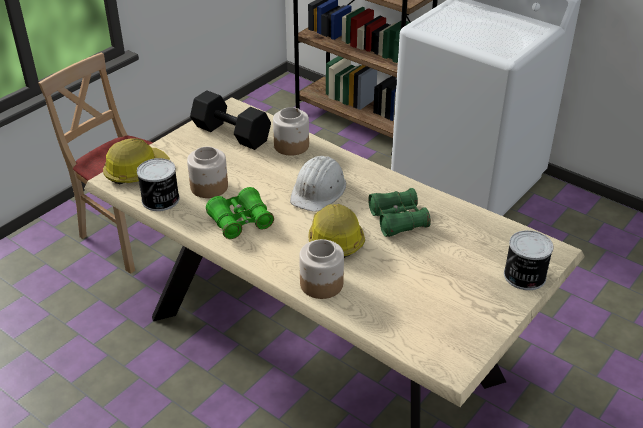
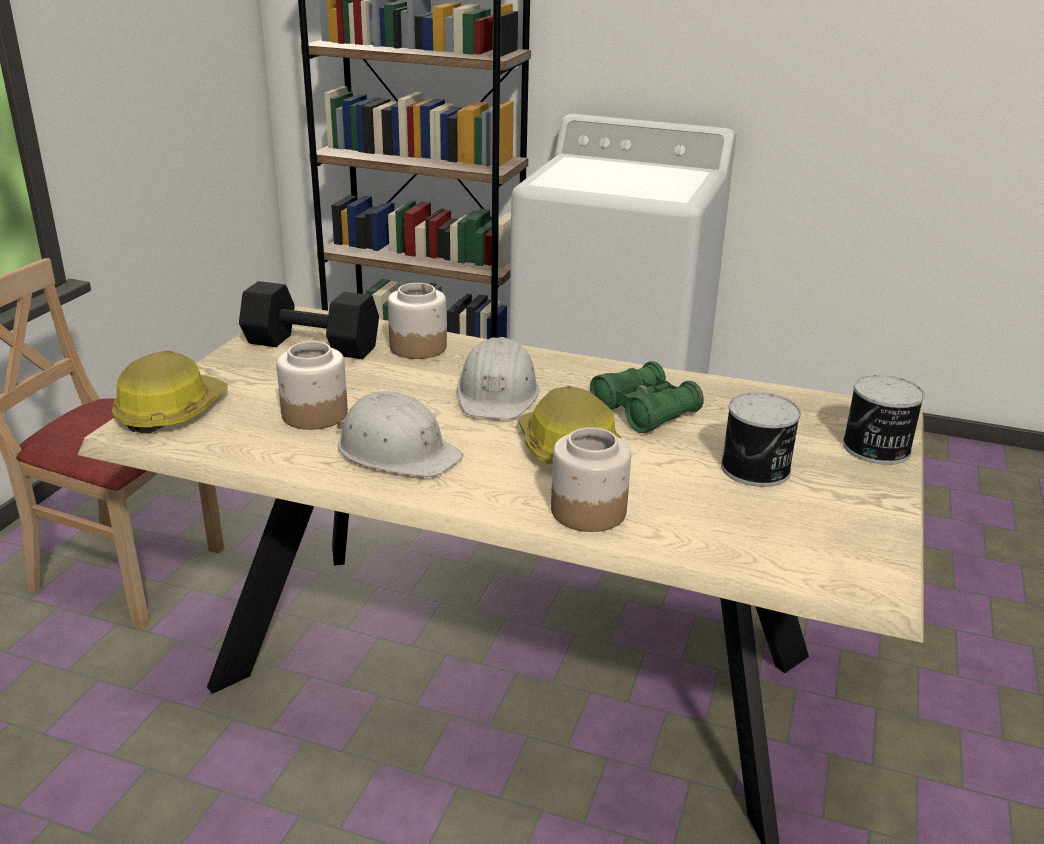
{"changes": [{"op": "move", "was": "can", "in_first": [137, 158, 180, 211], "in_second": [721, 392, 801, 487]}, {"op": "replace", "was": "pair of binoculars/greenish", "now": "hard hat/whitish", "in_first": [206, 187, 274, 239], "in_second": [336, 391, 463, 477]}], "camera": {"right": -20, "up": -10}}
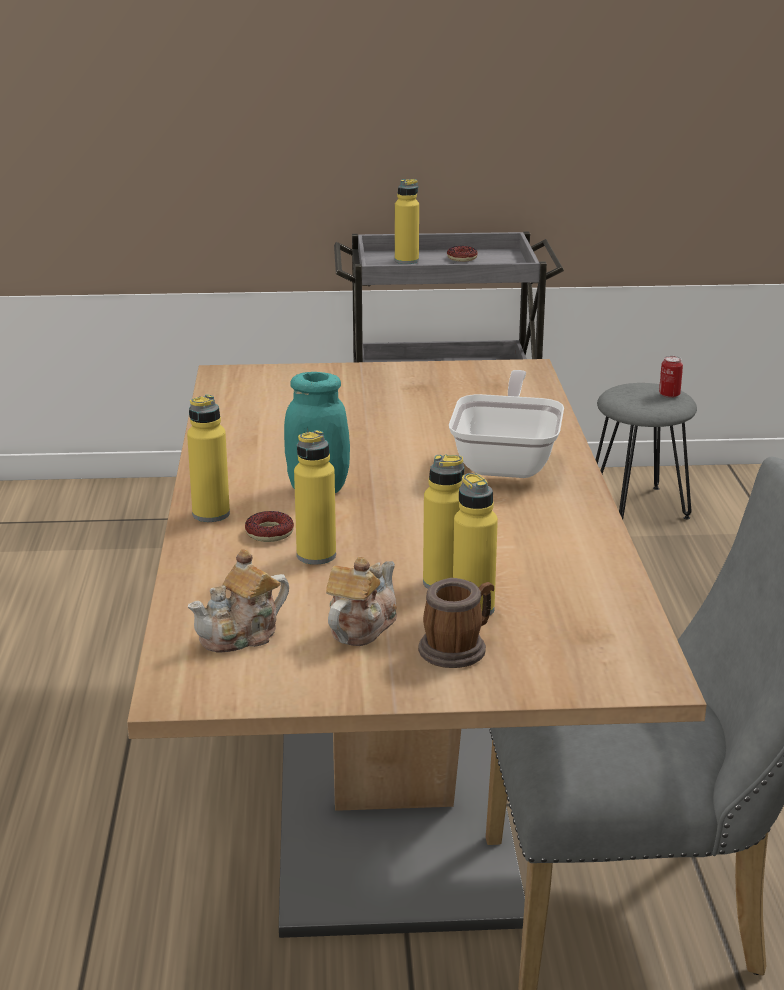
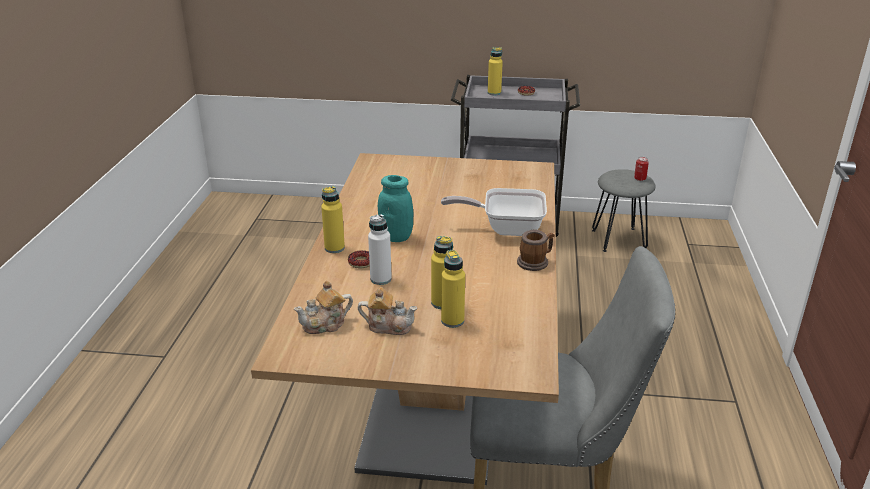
{"changes": [{"op": "rotate", "was": "skillet", "in_first": [449, 370, 564, 478], "in_second": [441, 188, 547, 236], "clockwise": -105}, {"op": "recolor", "was": "drink bottle/yellowish", "now": "drink bottle/whitish", "in_first": [294, 430, 336, 565], "in_second": [368, 214, 392, 285]}, {"op": "rotate", "was": "tea pot", "in_first": [326, 557, 397, 646], "in_second": [358, 287, 417, 335], "clockwise": 60}, {"op": "move", "was": "mug", "in_first": [418, 578, 494, 668], "in_second": [517, 229, 555, 271]}], "camera": {"right": 10, "up": 5}}
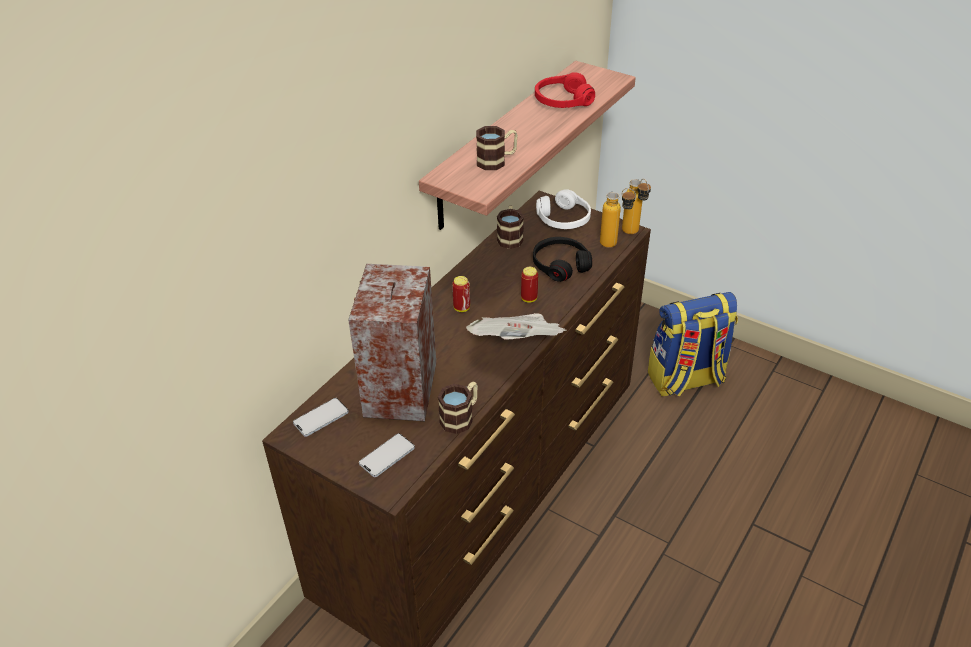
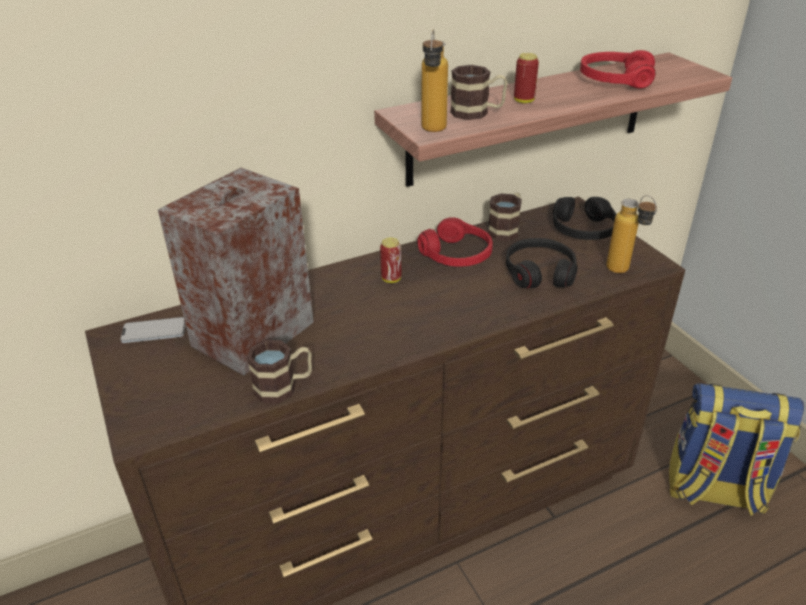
{"changes": [{"op": "move", "was": "drink bottle", "in_first": [622, 179, 651, 234], "in_second": [421, 30, 448, 132]}, {"op": "recolor", "was": "headset/whitish", "now": "headset/black", "in_first": [536, 189, 591, 229], "in_second": [553, 197, 616, 240]}, {"op": "move", "was": "can", "in_first": [521, 267, 538, 303], "in_second": [514, 53, 539, 104]}, {"op": "delete", "was": "newspaper", "in_first": [466, 313, 567, 340]}, {"op": "delete", "was": "handset", "in_first": [359, 433, 415, 477]}, {"op": "insert", "now": "headset/red-coloured", "in_second": [417, 217, 493, 267]}], "camera": {"right": 30, "up": -5}}
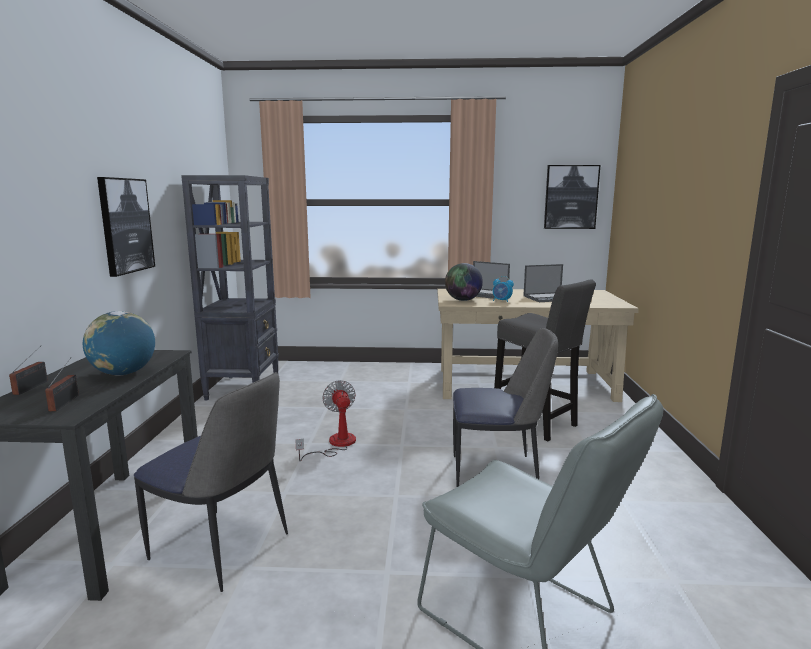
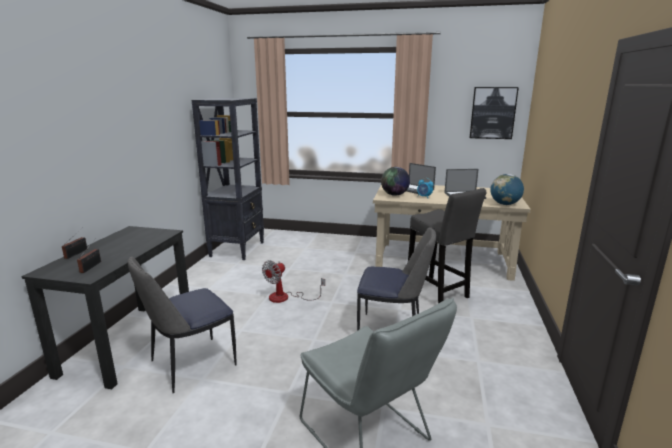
{"changes": [{"op": "delete", "was": "picture", "in_first": [97, 177, 155, 277]}, {"op": "move", "was": "world globe", "in_first": [83, 311, 155, 376], "in_second": [490, 174, 524, 205]}, {"op": "rotate", "was": "chair", "in_first": [134, 372, 288, 592], "in_second": [128, 256, 236, 393], "clockwise": 105}, {"op": "rotate", "was": "electric fan", "in_first": [295, 380, 356, 461], "in_second": [262, 260, 325, 303], "clockwise": -135}], "camera": {"right": 10, "up": 5}}
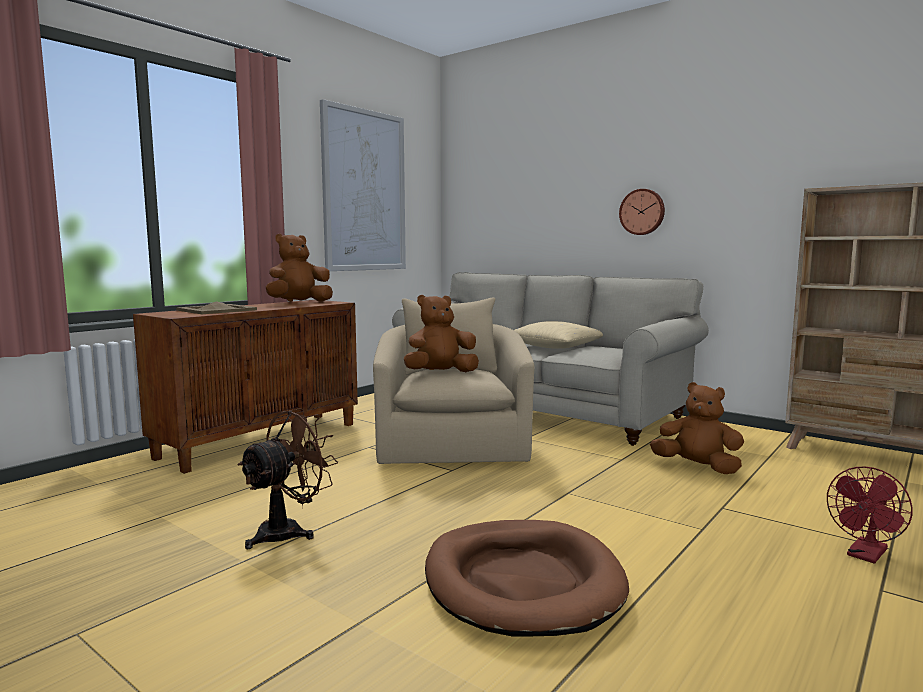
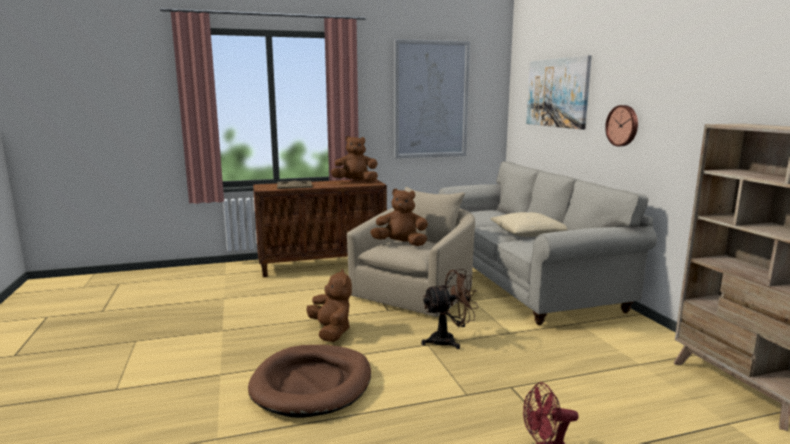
{"changes": [{"op": "move", "was": "soft toy/brownish", "in_first": [650, 382, 744, 474], "in_second": [307, 269, 352, 342]}, {"op": "move", "was": "electric fan/brownish", "in_first": [237, 408, 338, 549], "in_second": [421, 269, 478, 349]}, {"op": "insert", "now": "picture", "in_second": [526, 55, 592, 130]}], "camera": {"right": 35, "up": 5}}
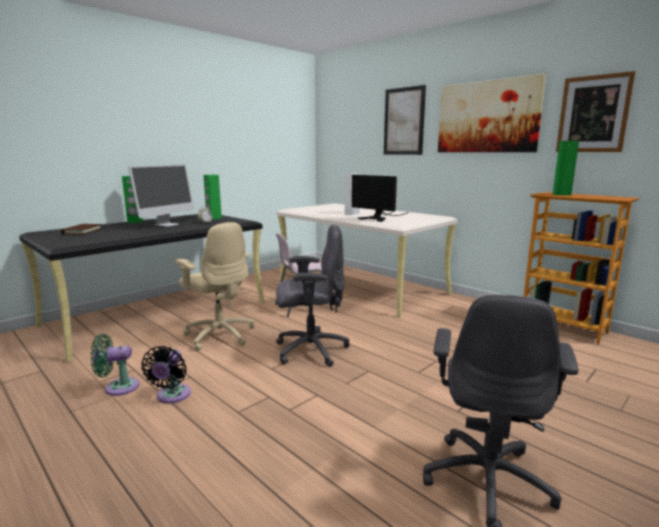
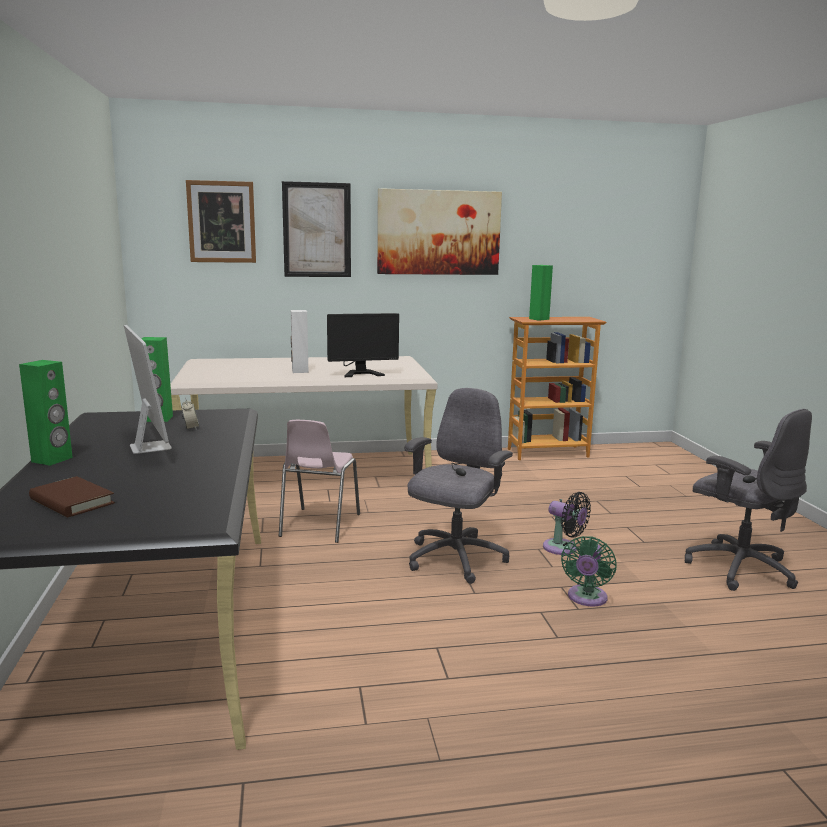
{"changes": [{"op": "move", "was": "picture", "in_first": [556, 71, 635, 152], "in_second": [186, 180, 256, 263]}, {"op": "delete", "was": "computer chair/sand-coloured", "in_first": [175, 222, 255, 351]}, {"op": "move", "was": "electric fan/greenish", "in_first": [91, 334, 139, 396], "in_second": [561, 536, 617, 606]}, {"op": "move", "was": "electric fan/black", "in_first": [141, 346, 191, 404], "in_second": [543, 492, 591, 555]}], "camera": {"right": -55, "up": 0}}
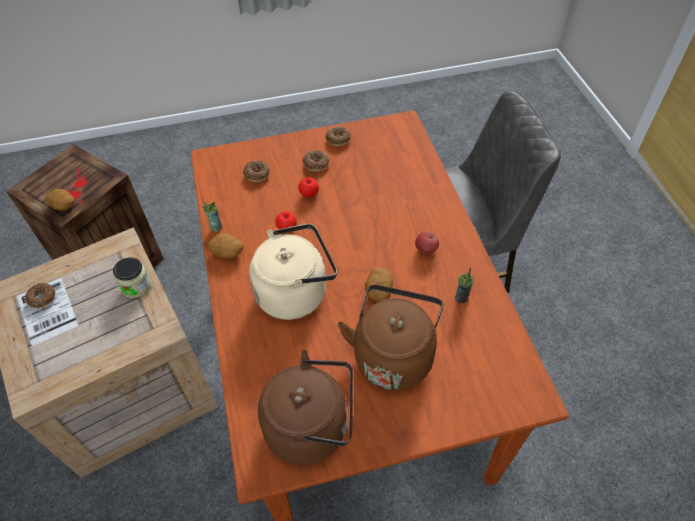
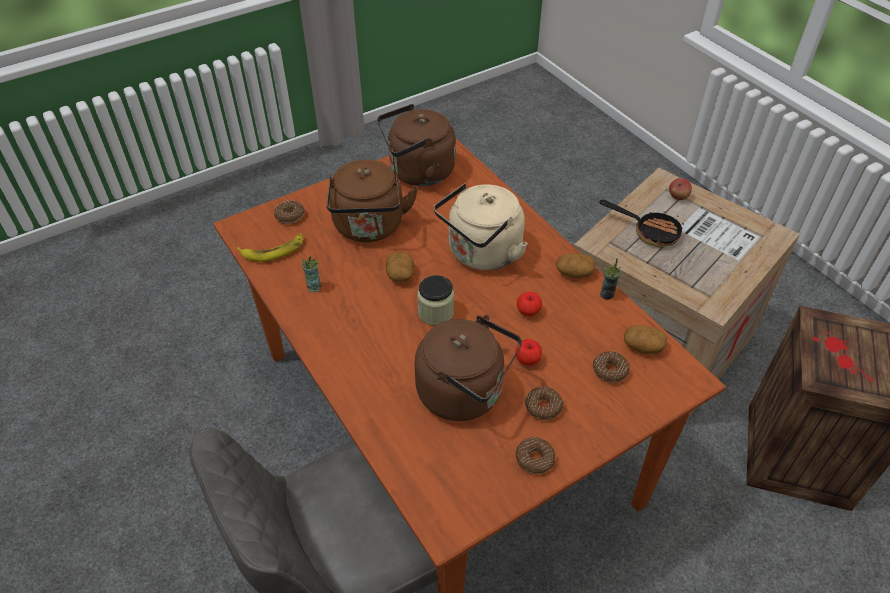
{"changes": [{"op": "move", "was": "potato", "in_first": [45, 189, 75, 210], "in_second": [624, 325, 667, 354]}, {"op": "move", "was": "apple fruit", "in_first": [415, 231, 439, 254], "in_second": [669, 178, 692, 200]}, {"op": "move", "was": "preserve jar", "in_first": [113, 257, 152, 298], "in_second": [417, 275, 454, 325]}, {"op": "move", "was": "doughnut", "in_first": [25, 283, 55, 308], "in_second": [274, 200, 304, 224]}, {"op": "insert", "now": "skillet", "in_second": [599, 200, 684, 247]}, {"op": "insert", "now": "whole banana", "in_second": [236, 233, 303, 262]}, {"op": "insert", "now": "kettle/brownish", "in_second": [415, 315, 522, 421]}], "camera": {"right": 160, "up": -5}}
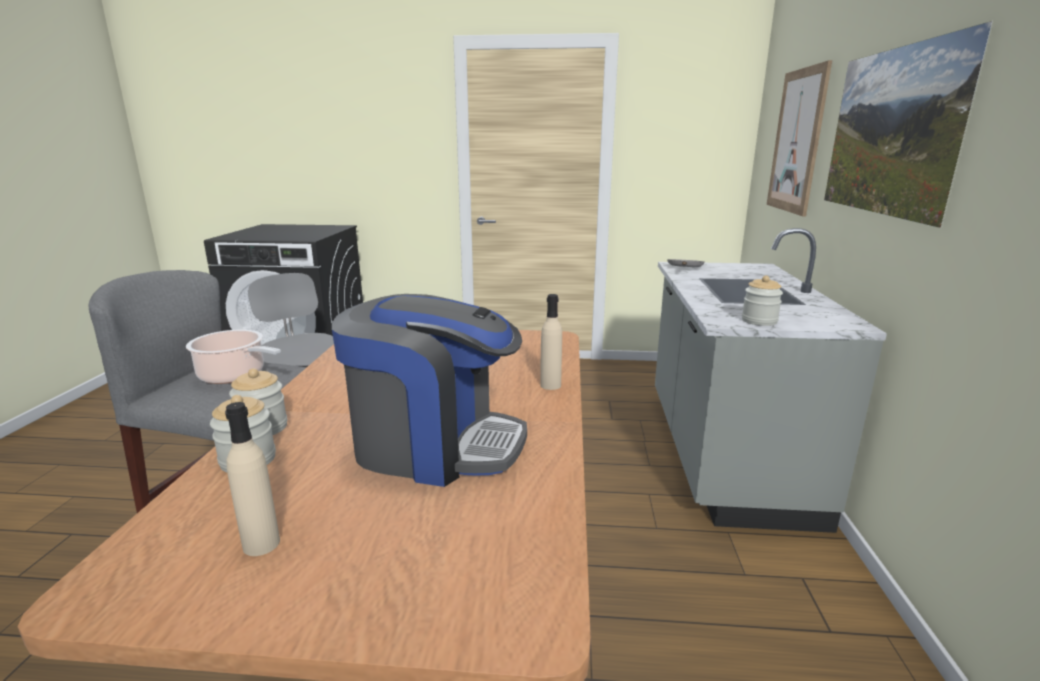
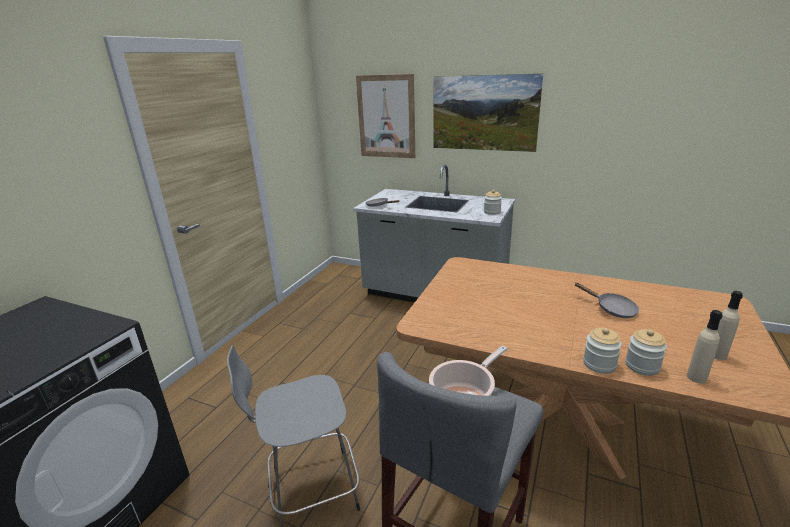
{"changes": [{"op": "replace", "was": "coffee brewer", "now": "skillet/greyish", "in_first": [332, 294, 527, 487], "in_second": [575, 283, 639, 318]}, {"op": "move", "was": "drink bottle/sand-coloured", "in_first": [540, 294, 562, 390], "in_second": [687, 310, 723, 384]}], "camera": {"right": -70, "up": 5}}
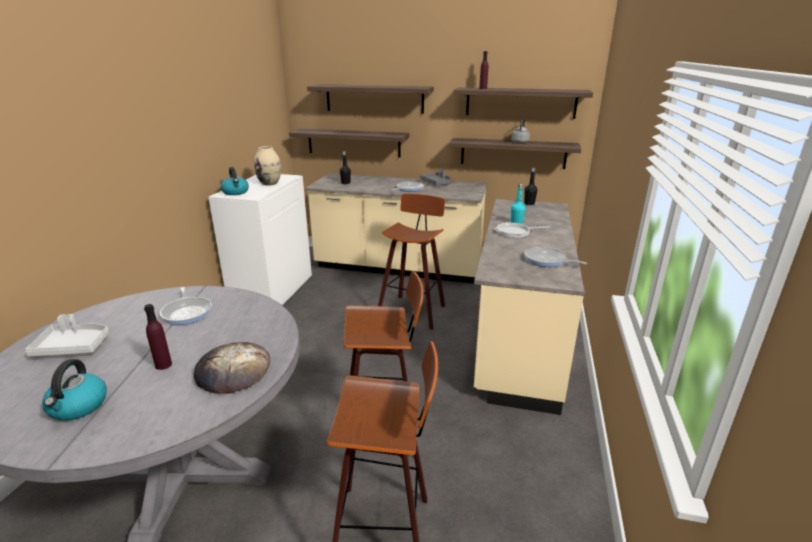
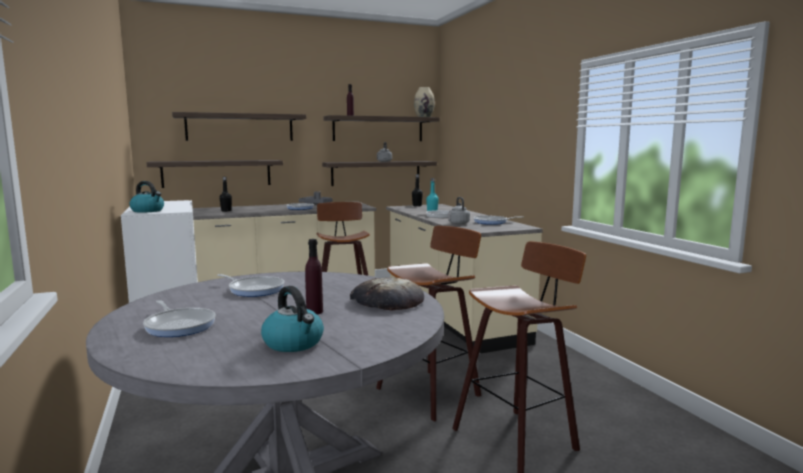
{"changes": [{"op": "move", "was": "decorative vase/sand-coloured", "in_first": [254, 146, 281, 186], "in_second": [414, 87, 435, 117]}, {"op": "replace", "was": "tray/greyish", "now": "skillet", "in_first": [25, 314, 109, 356], "in_second": [143, 300, 216, 337]}, {"op": "insert", "now": "kettle/greyish", "in_second": [448, 197, 470, 224]}], "camera": {"right": -35, "up": -15}}
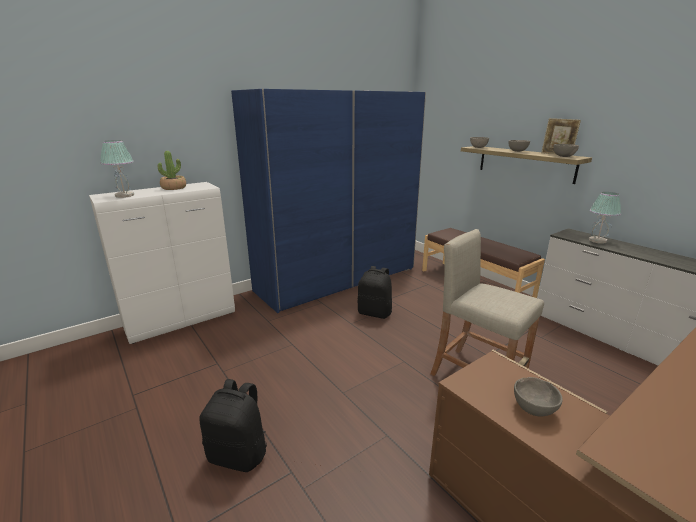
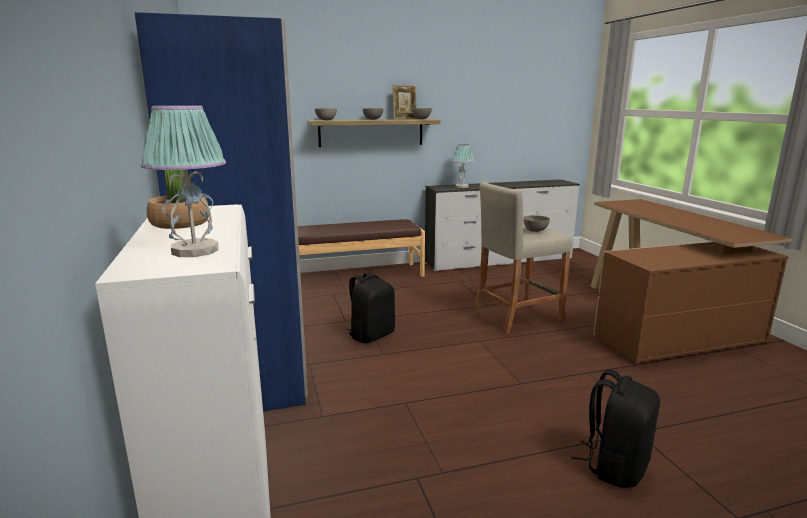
{"changes": [{"op": "move", "was": "bowl/greyish", "in_first": [514, 377, 563, 417], "in_second": [523, 215, 550, 232]}], "camera": {"right": -70, "up": -5}}
